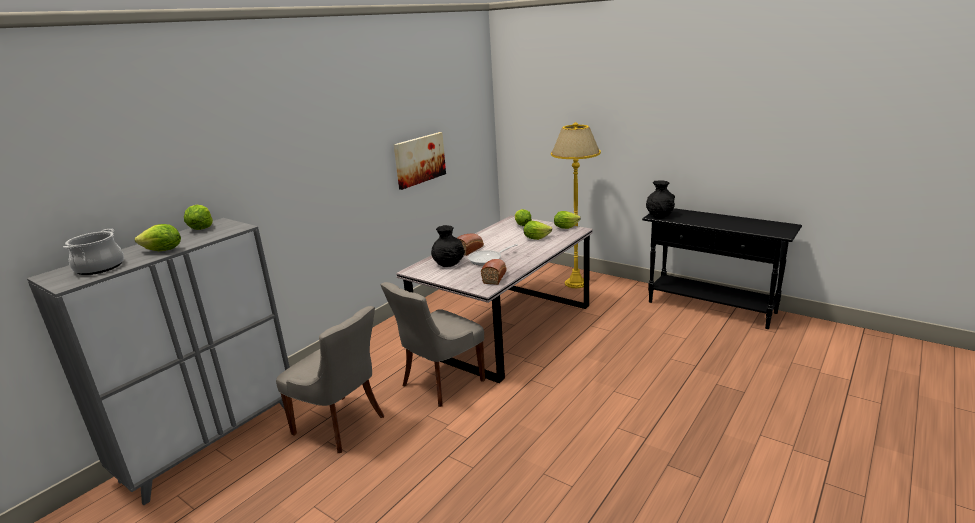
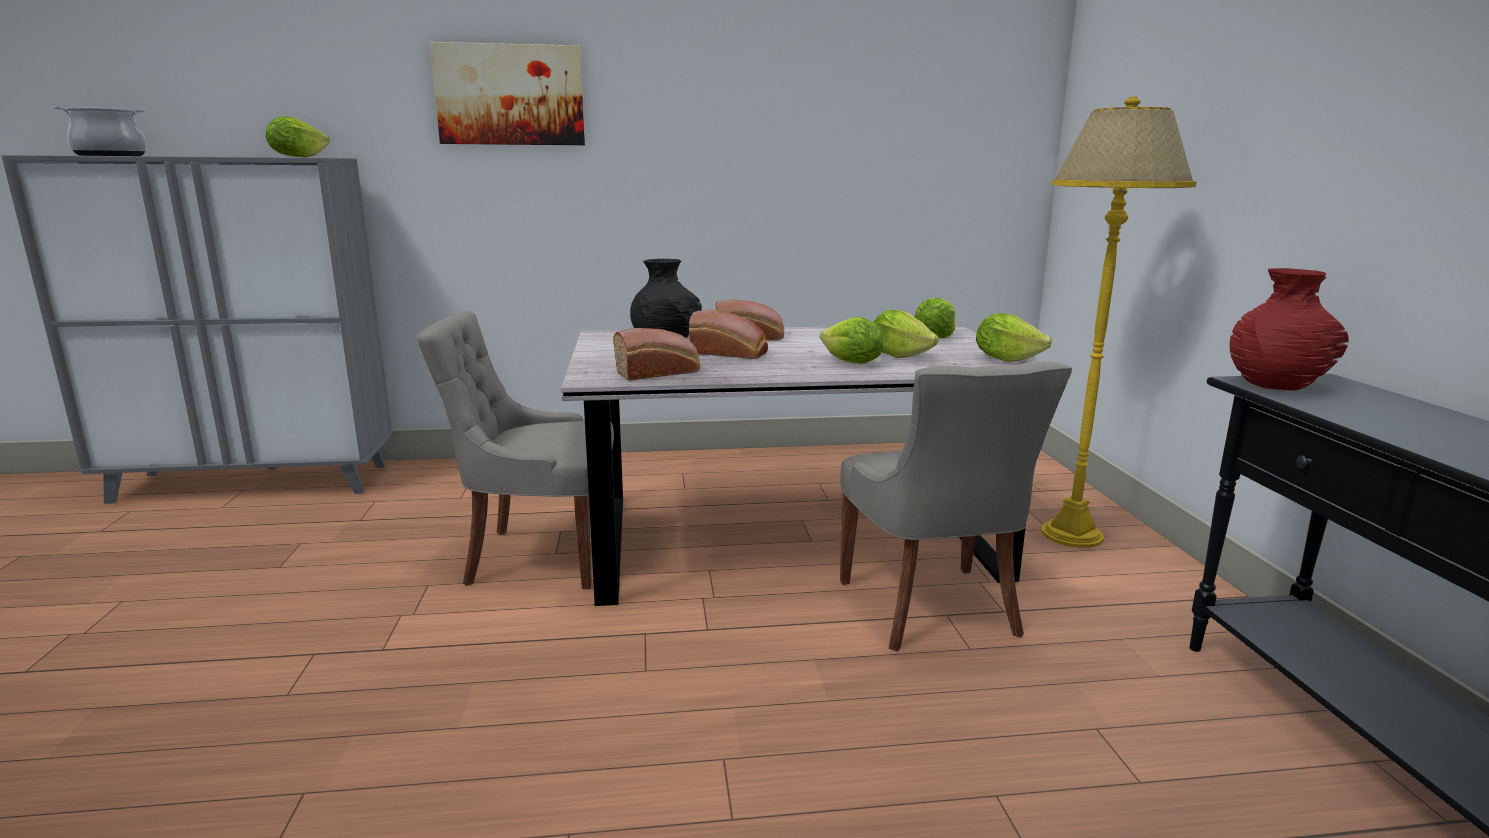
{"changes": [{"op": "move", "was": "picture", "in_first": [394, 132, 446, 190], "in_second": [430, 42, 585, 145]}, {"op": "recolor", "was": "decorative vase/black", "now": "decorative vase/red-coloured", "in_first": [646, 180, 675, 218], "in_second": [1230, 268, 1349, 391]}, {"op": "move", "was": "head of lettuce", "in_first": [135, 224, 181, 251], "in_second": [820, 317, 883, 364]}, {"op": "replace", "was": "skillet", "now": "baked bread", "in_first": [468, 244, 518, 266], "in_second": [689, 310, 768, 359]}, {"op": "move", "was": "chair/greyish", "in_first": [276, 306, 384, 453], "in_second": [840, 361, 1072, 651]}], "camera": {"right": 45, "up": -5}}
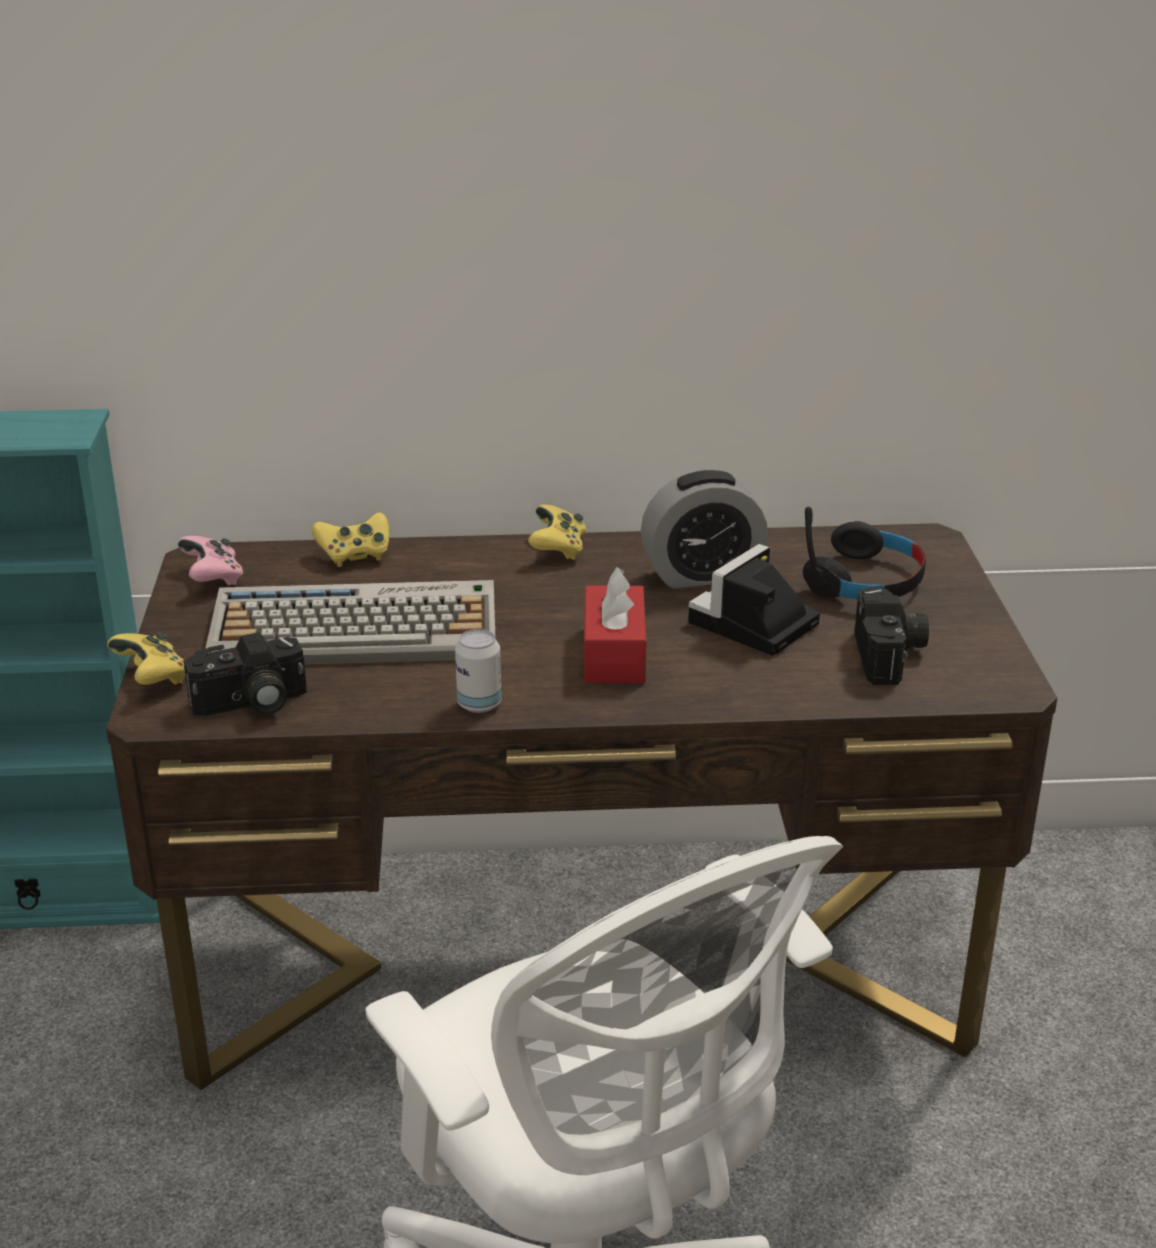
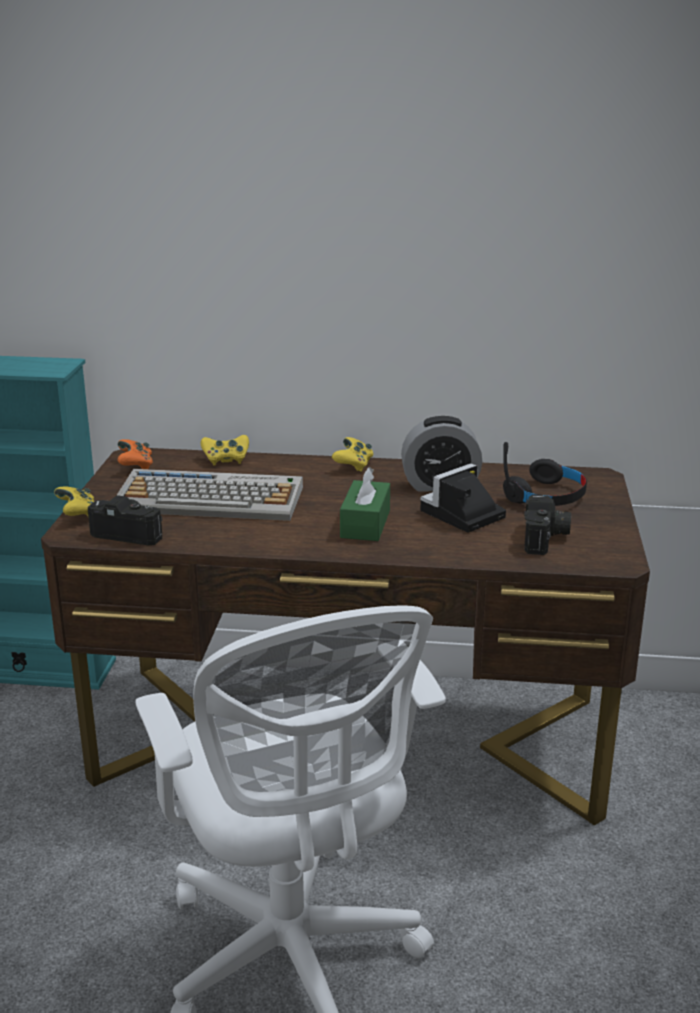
{"changes": [{"op": "recolor", "was": "joypad/pinkish", "now": "joypad/orange-coloured", "in_first": [178, 536, 243, 586], "in_second": [117, 439, 153, 469]}, {"op": "recolor", "was": "tissue box/red-coloured", "now": "tissue box/greenish", "in_first": [584, 567, 646, 683], "in_second": [340, 467, 390, 541]}, {"op": "delete", "was": "can", "in_first": [455, 629, 502, 713]}, {"op": "rotate", "was": "photo camera", "in_first": [183, 632, 307, 716], "in_second": [88, 495, 162, 545], "clockwise": -150}], "camera": {"right": 10, "up": -5}}
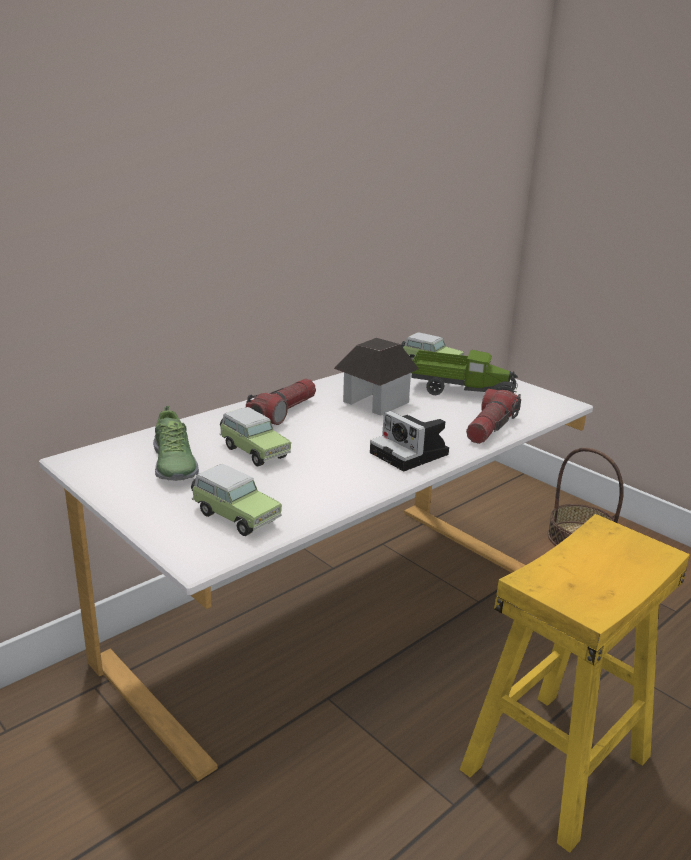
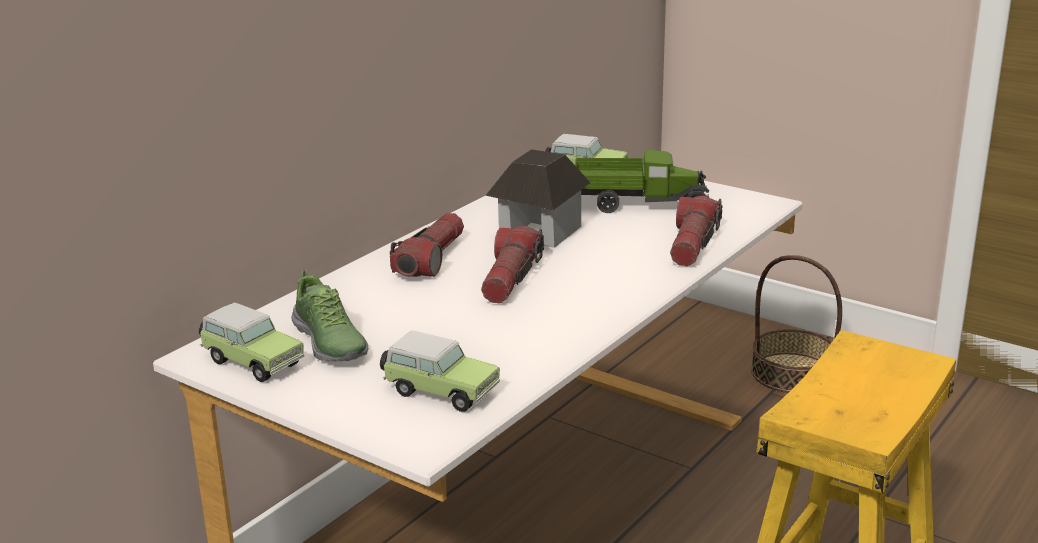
{"changes": [{"op": "move", "was": "toy car", "in_first": [220, 407, 291, 466], "in_second": [199, 303, 304, 382]}, {"op": "delete", "was": "photo camera", "in_first": [370, 411, 449, 471]}, {"op": "insert", "now": "flashlight", "in_second": [481, 226, 544, 303]}], "camera": {"right": -10, "up": 0}}
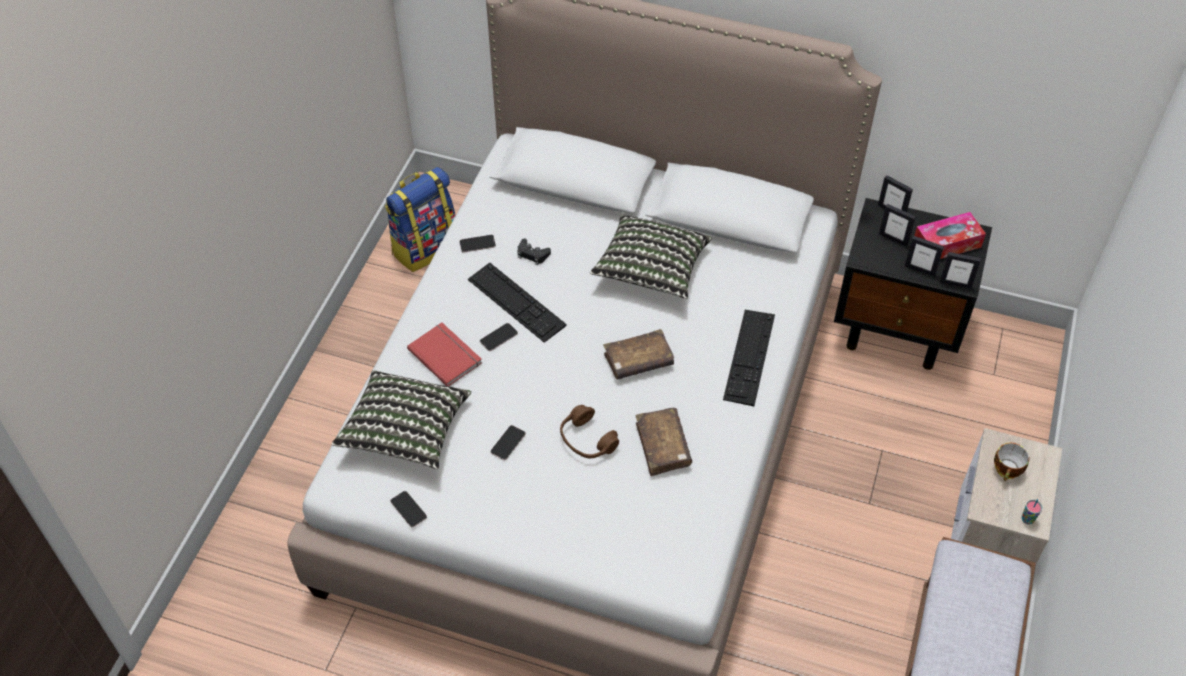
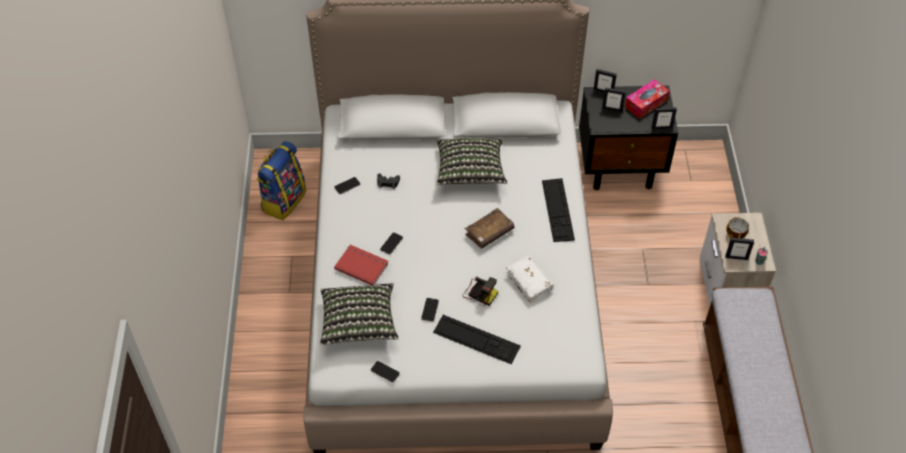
{"changes": [{"op": "move", "was": "standing frame", "in_first": [905, 236, 944, 276], "in_second": [725, 238, 754, 260]}, {"op": "move", "was": "keyboard", "in_first": [468, 262, 567, 343], "in_second": [433, 315, 521, 364]}, {"op": "replace", "was": "headset/brownish", "now": "photo camera", "in_first": [560, 405, 619, 458], "in_second": [462, 277, 498, 306]}, {"op": "recolor", "was": "volume/brownish", "now": "volume/whitish", "in_first": [636, 408, 692, 476], "in_second": [506, 255, 554, 303]}], "camera": {"right": -20, "up": 0}}
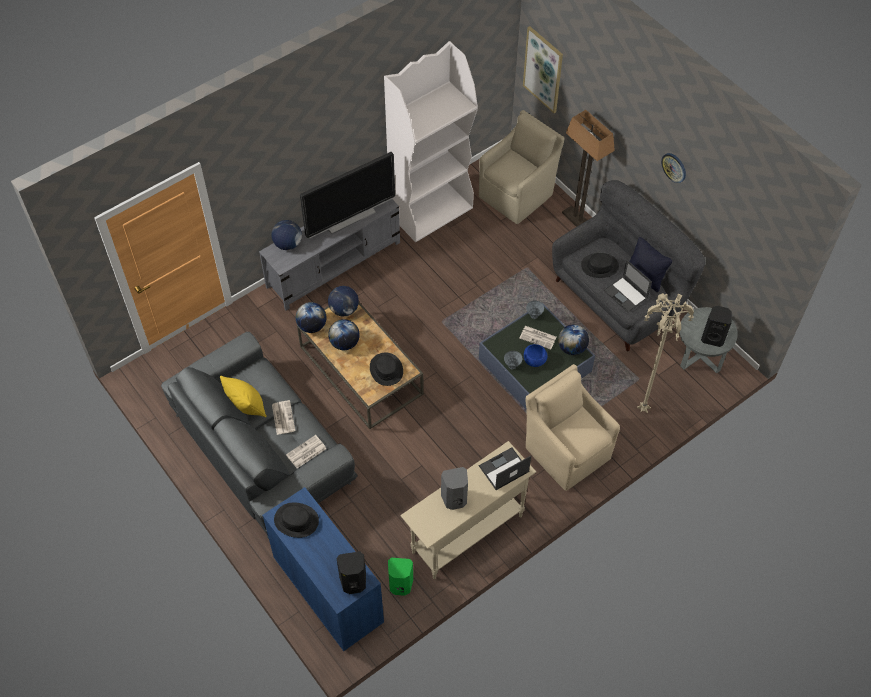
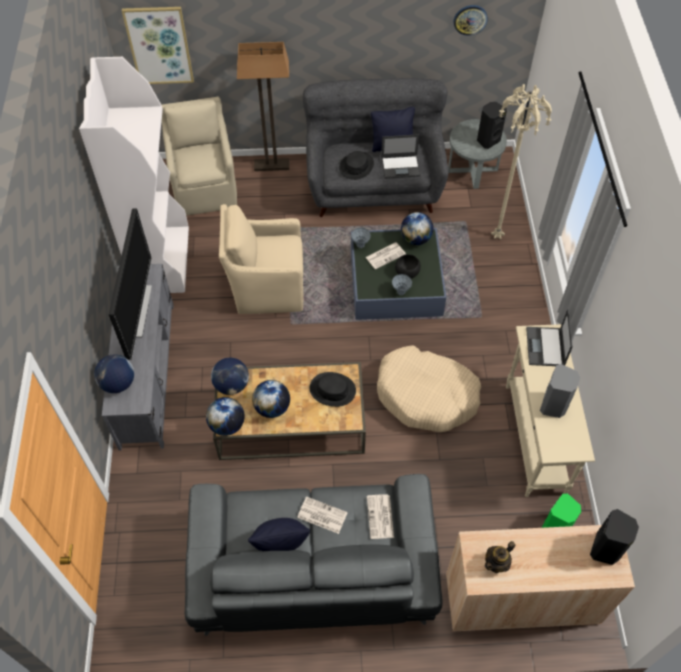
{"changes": [{"op": "move", "was": "clock on the wall", "in_first": [661, 153, 686, 183], "in_second": [454, 5, 488, 36]}, {"op": "recolor", "was": "bowl/blue", "now": "bowl/black", "in_first": [524, 344, 548, 367], "in_second": [395, 254, 421, 278]}, {"op": "move", "was": "armchair/sand-coloured", "in_first": [526, 364, 620, 491], "in_second": [219, 204, 303, 314]}, {"op": "recolor", "was": "throw pillow/yellowish", "now": "throw pillow/black", "in_first": [220, 376, 267, 417], "in_second": [248, 518, 310, 551]}, {"op": "recolor", "was": "cupboard/blue", "now": "cupboard/sand-coloured", "in_first": [262, 487, 384, 651], "in_second": [446, 525, 635, 632]}, {"op": "replace", "was": "hat/black", "now": "tea pot", "in_first": [274, 502, 319, 538], "in_second": [485, 541, 515, 573]}, {"op": "insert", "now": "pet bed/sand-coloured", "in_second": [377, 346, 481, 432]}], "camera": {"right": -55, "up": 0}}
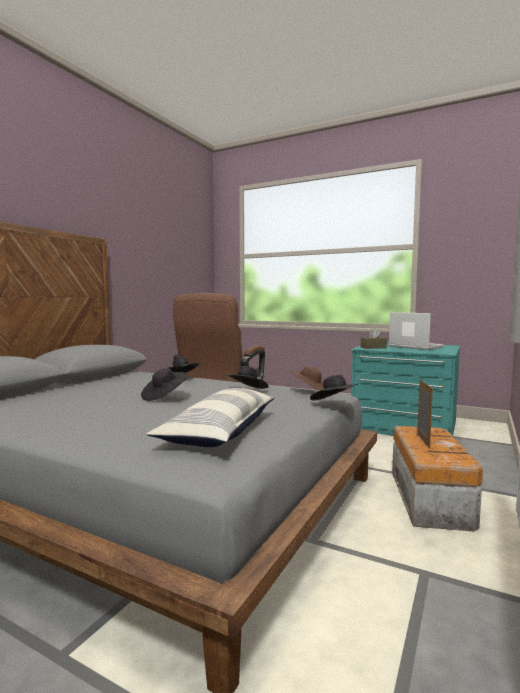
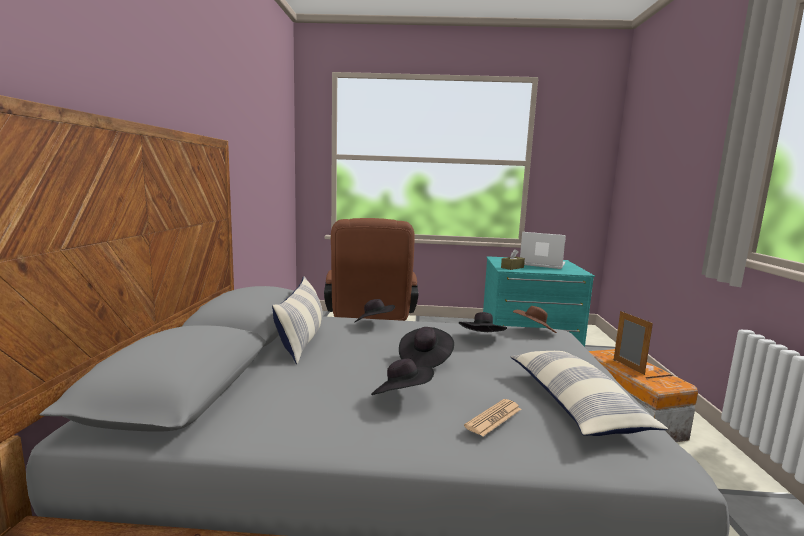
{"changes": [{"op": "move", "was": "hat/black", "in_first": [310, 375, 358, 401], "in_second": [371, 359, 434, 395]}, {"op": "insert", "now": "throw pillow", "in_second": [272, 276, 322, 364]}, {"op": "insert", "now": "newspaper", "in_second": [464, 399, 521, 436]}], "camera": {"right": -25, "up": 5}}
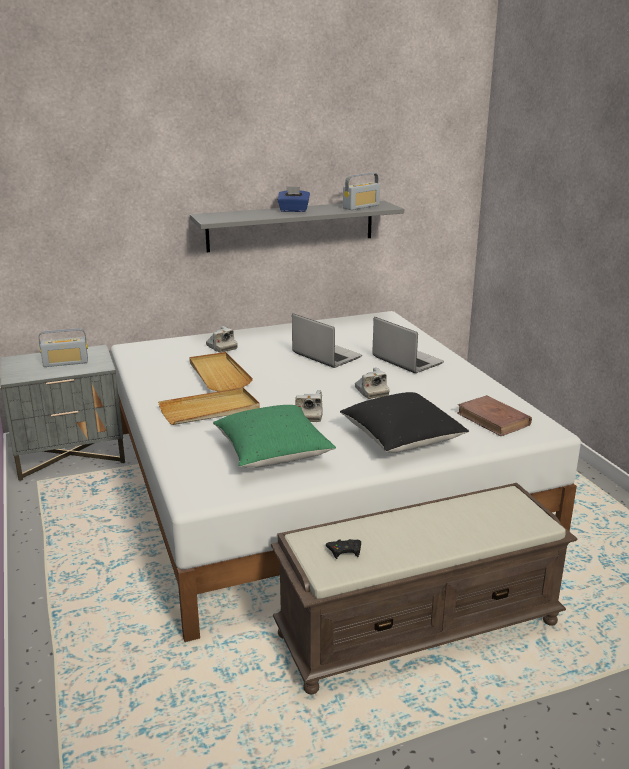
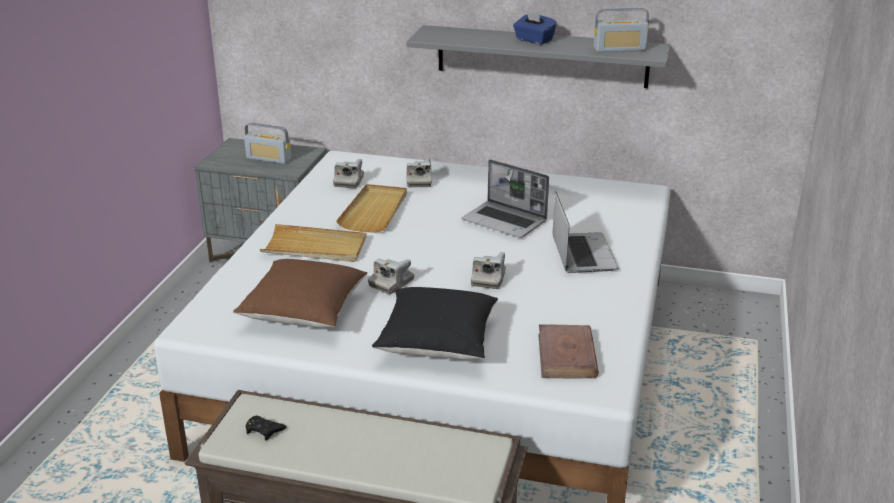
{"changes": [{"op": "rotate", "was": "portable computer", "in_first": [292, 313, 362, 368], "in_second": [462, 159, 549, 238], "clockwise": 135}, {"op": "recolor", "was": "throw pillow/greenish", "now": "throw pillow/brownish", "in_first": [213, 405, 336, 468], "in_second": [233, 259, 367, 328]}, {"op": "insert", "now": "photo camera", "in_second": [333, 159, 364, 188]}], "camera": {"right": 35, "up": 5}}
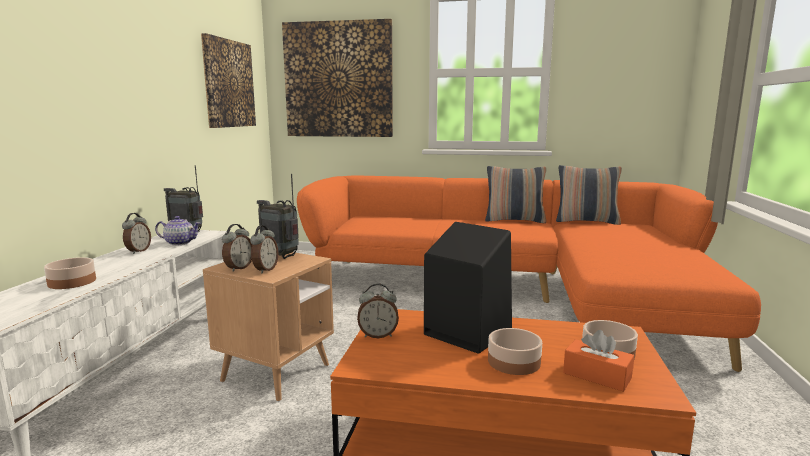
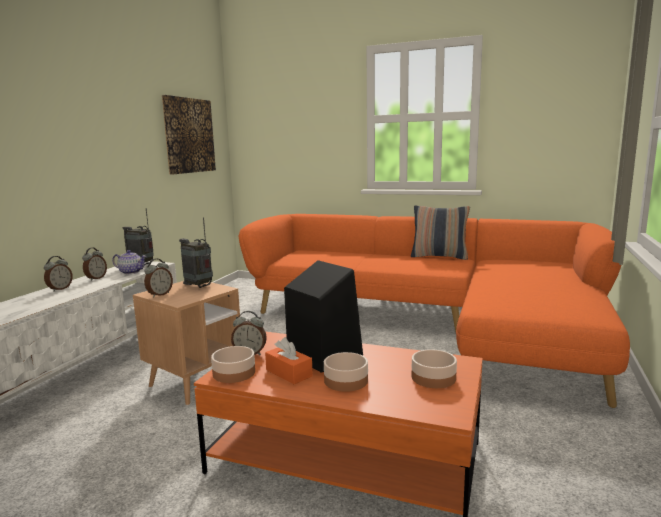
{"changes": [{"op": "delete", "was": "picture", "in_first": [282, 19, 393, 137]}, {"op": "delete", "was": "throw pillow", "in_first": [556, 165, 622, 225]}, {"op": "move", "was": "alarm clock", "in_first": [250, 225, 278, 273], "in_second": [44, 256, 73, 292]}, {"op": "move", "was": "bowl", "in_first": [44, 257, 96, 289], "in_second": [211, 346, 255, 383]}, {"op": "move", "was": "tissue box/orange-coloured", "in_first": [563, 330, 634, 392], "in_second": [265, 337, 313, 384]}], "camera": {"right": 10, "up": 0}}
